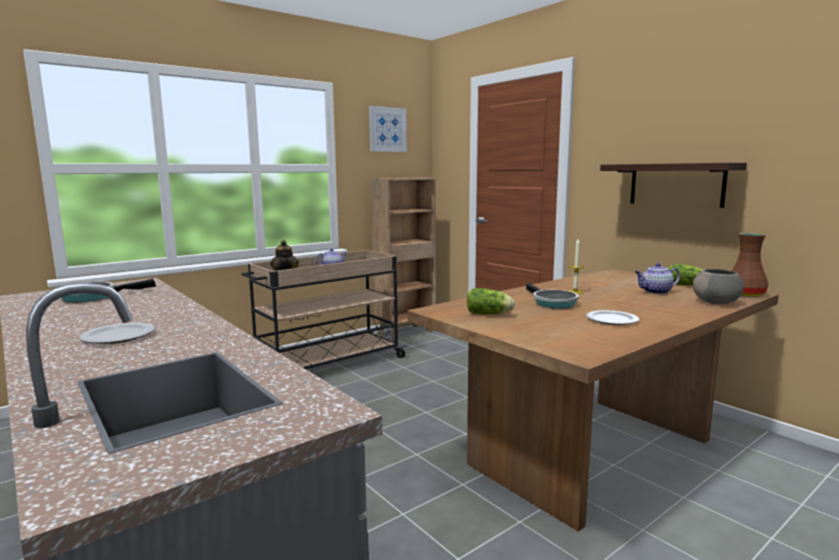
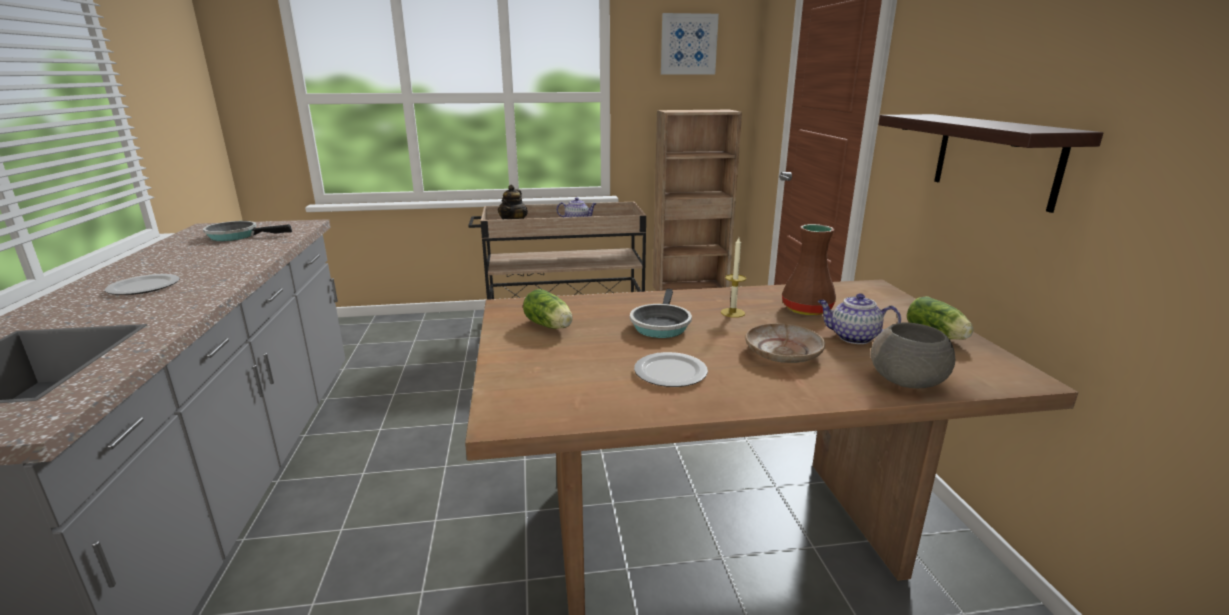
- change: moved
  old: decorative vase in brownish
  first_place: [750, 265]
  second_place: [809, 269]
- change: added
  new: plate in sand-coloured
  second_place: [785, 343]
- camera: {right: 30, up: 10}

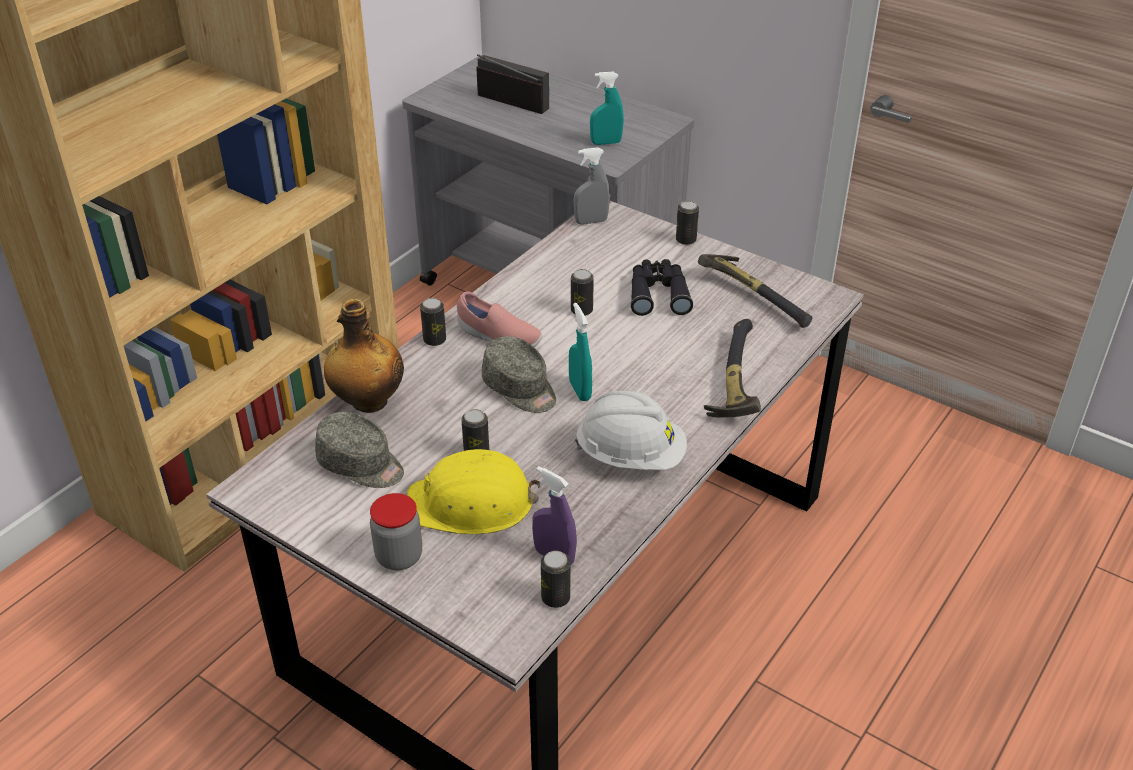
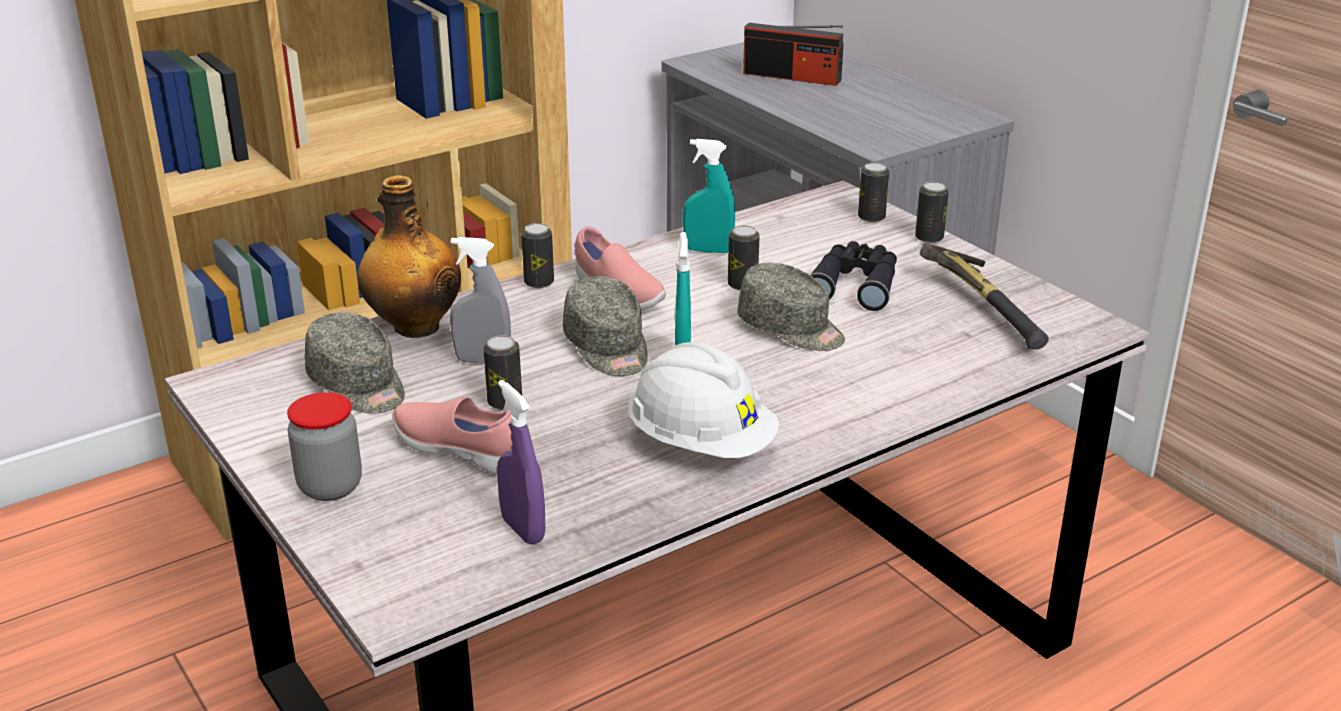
- change: turned
  old: radio set
  first_place: [512, 84]
  second_place: [793, 54]
  degrees: 150
- change: moved
  old: hand sprayer in turquoise
  first_place: [607, 108]
  second_place: [709, 196]
- change: moved
  old: hand sprayer in grey
  first_place: [592, 186]
  second_place: [480, 300]
- change: removed
  old: tool hammer
  first_place: [732, 368]
- change: replaced
  old: safety helmet in yellow
  new: low shoe in pink-coloured
  first_place: [474, 491]
  second_place: [452, 435]
- change: moved
  old: can
  first_place: [555, 579]
  second_place: [873, 192]
- change: added
  new: baseball cap in grey
  second_place: [791, 306]
- camera: {right: 20, up: -10}

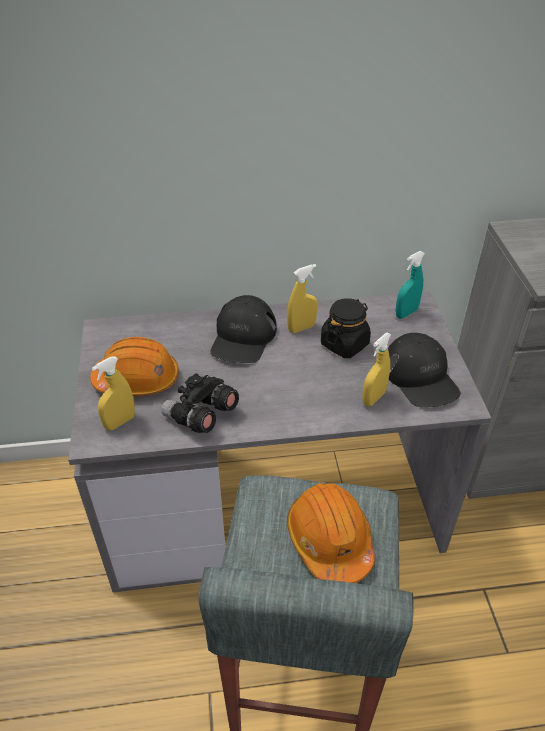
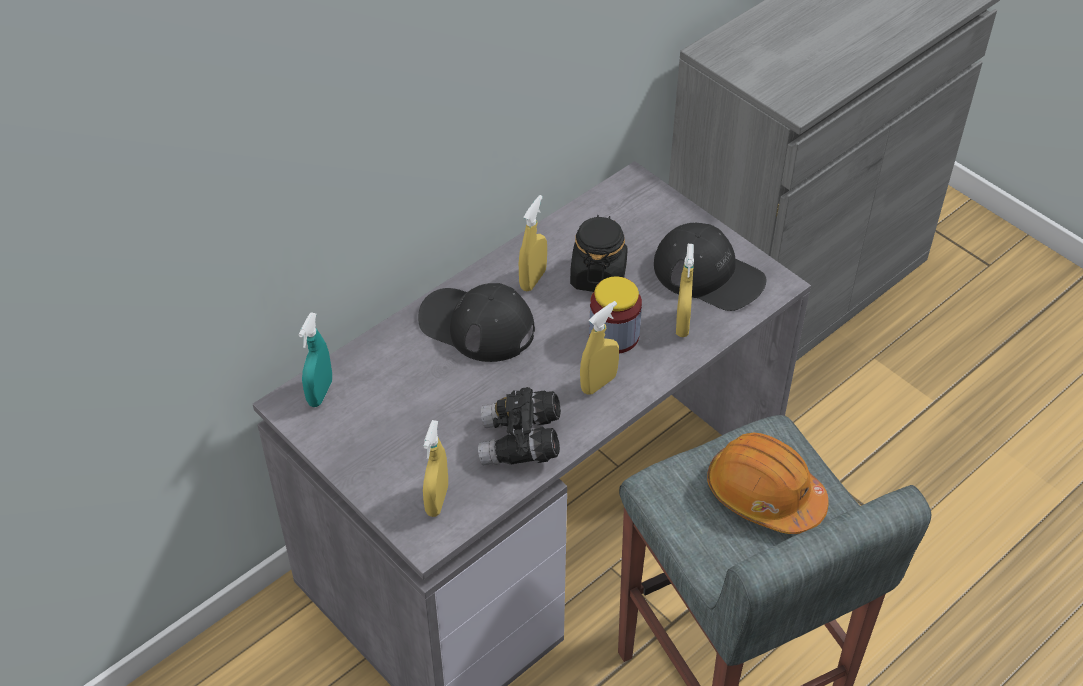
- change: moved
  old: hand sprayer in turquoise
  first_place: [410, 284]
  second_place: [315, 359]
- change: turned
  old: baseball cap in black-coloured
  first_place: [243, 329]
  second_place: [476, 322]
  degrees: 135
- change: removed
  old: safety helmet in orange-coloured
  first_place: [134, 366]
- change: added
  new: preserve jar
  second_place: [615, 315]
- change: added
  new: hand sprayer in yellow
  second_place: [599, 348]
- camera: {right: -35, up: 5}

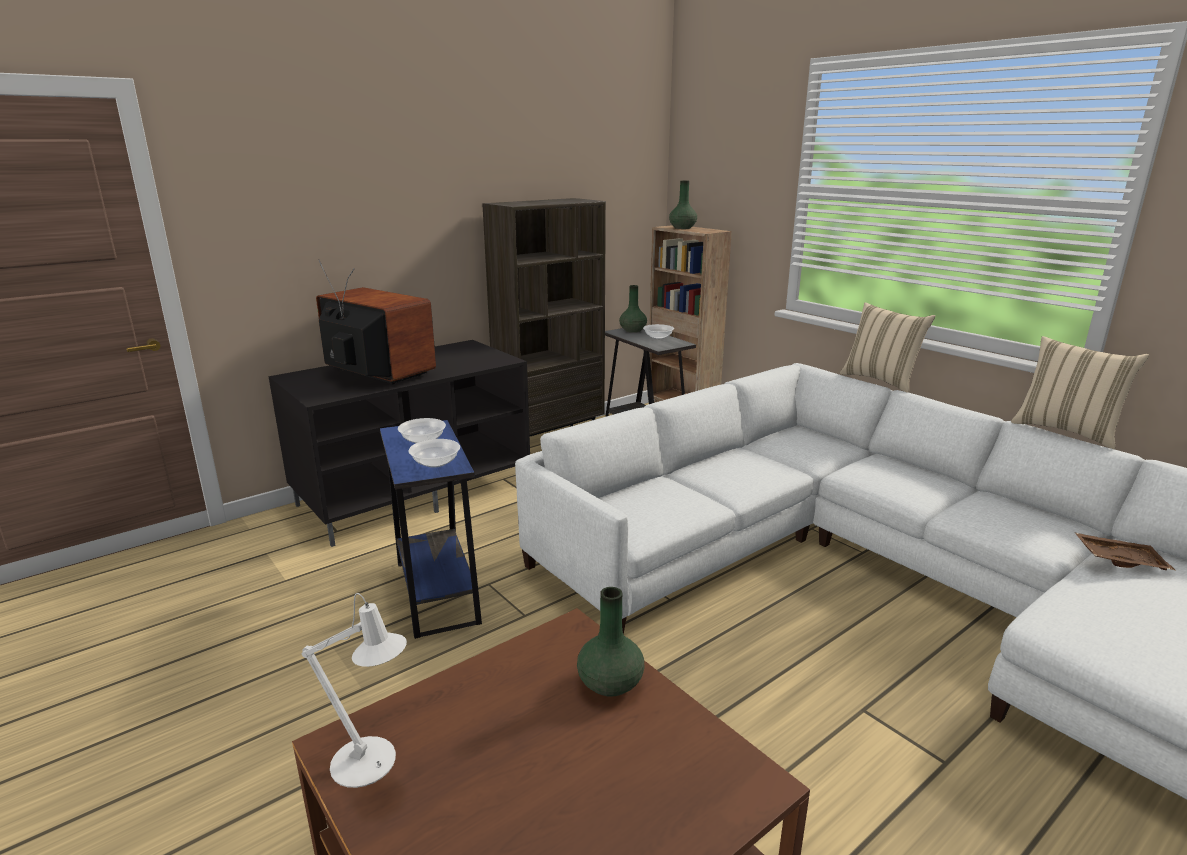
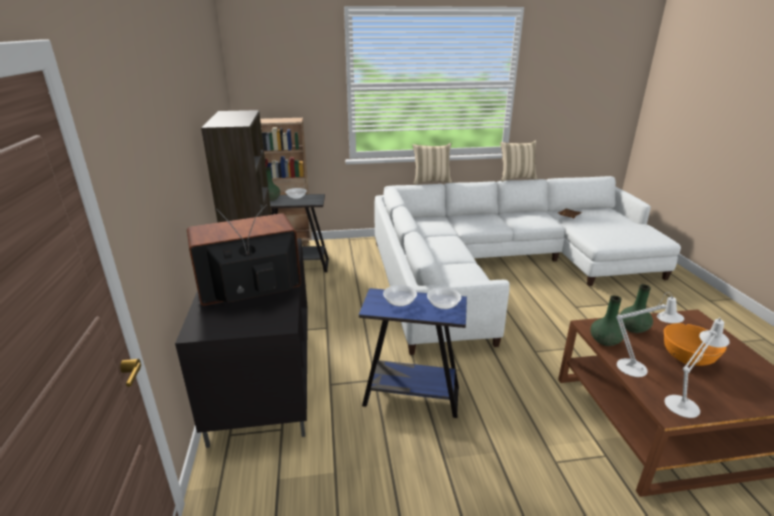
- change: moved
  old: decorative vase in green-coloured
  first_place: [683, 204]
  second_place: [607, 321]
- change: added
  new: table lamp in white
  second_place: [650, 334]
- change: added
  new: bowl in orange-coloured
  second_place: [695, 344]
- camera: {right: -60, up: 5}

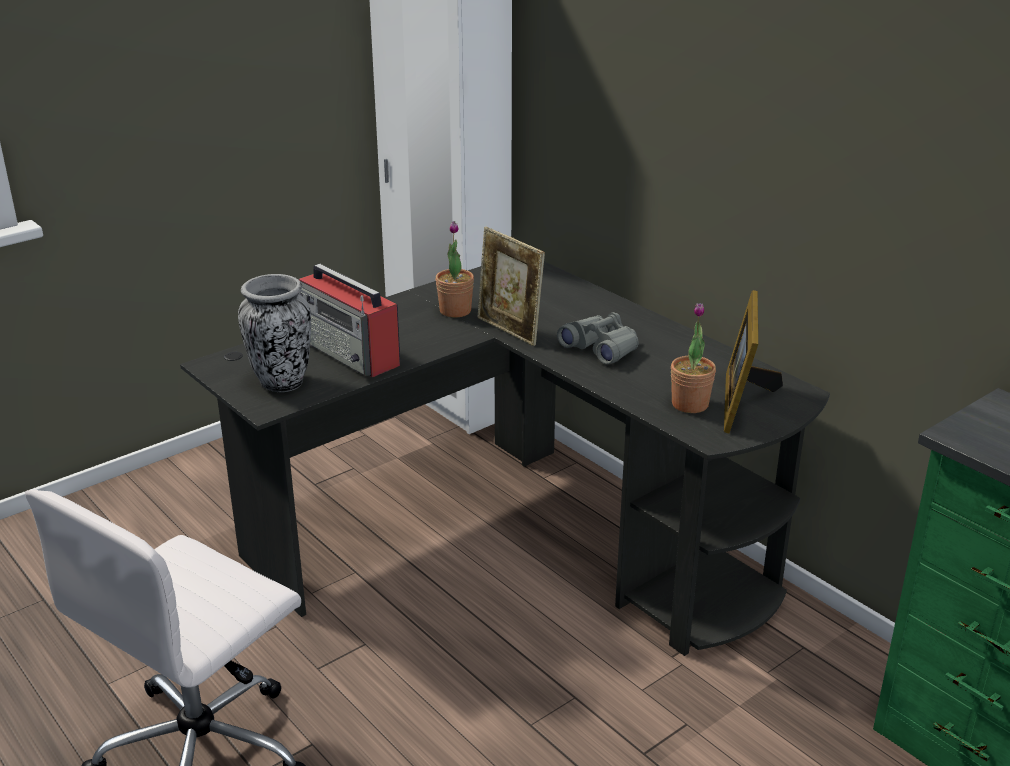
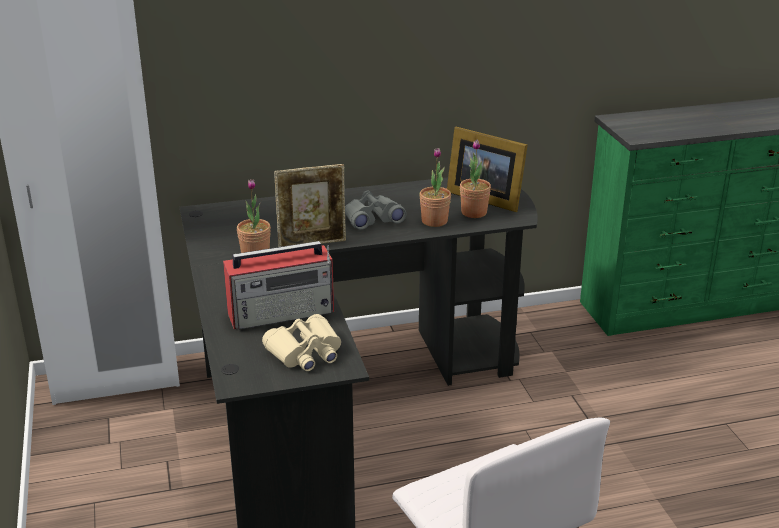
- change: replaced
  old: decorative vase
  new: binoculars in sand-coloured
  first_place: [274, 333]
  second_place: [301, 342]
- change: added
  new: houseplant
  second_place: [435, 187]
- camera: {right: -65, up: 0}

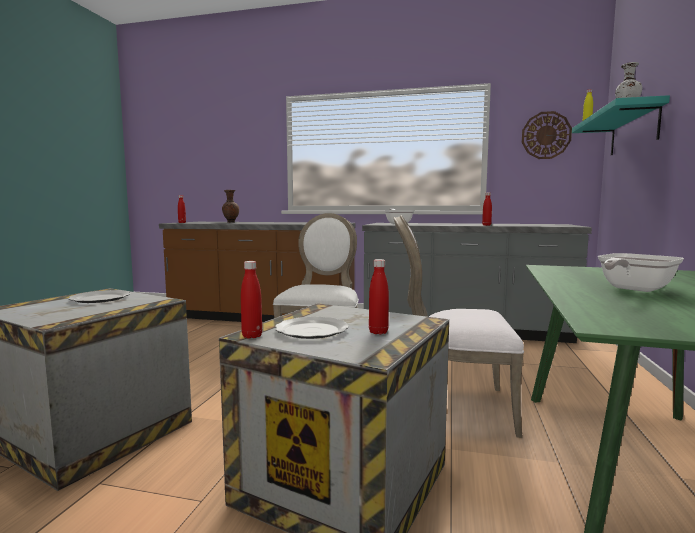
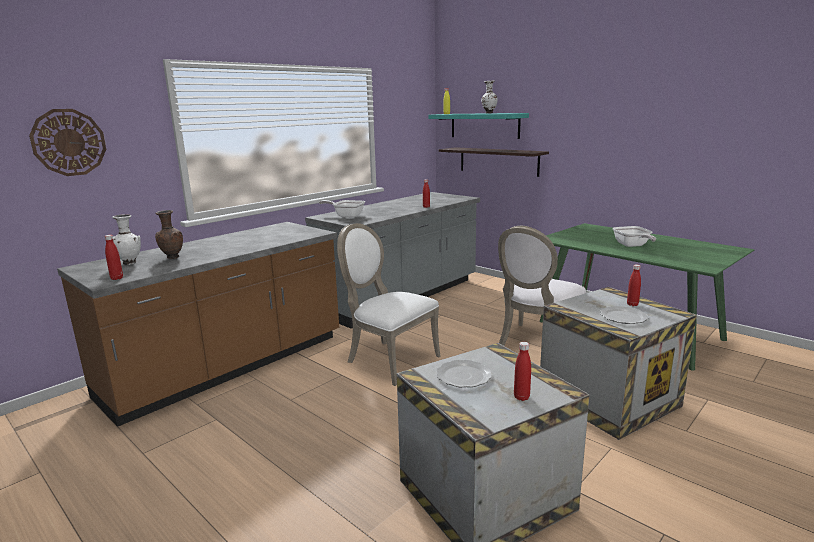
- change: moved
  old: clock on the wall
  first_place: [547, 135]
  second_place: [67, 142]
- change: moved
  old: drink bottle in red
  first_place: [251, 300]
  second_place: [522, 371]
- change: added
  new: bracket shelf
  second_place: [494, 162]
- change: added
  new: decorative vase in white
  second_place: [126, 239]
- camera: {right: -60, up: 10}

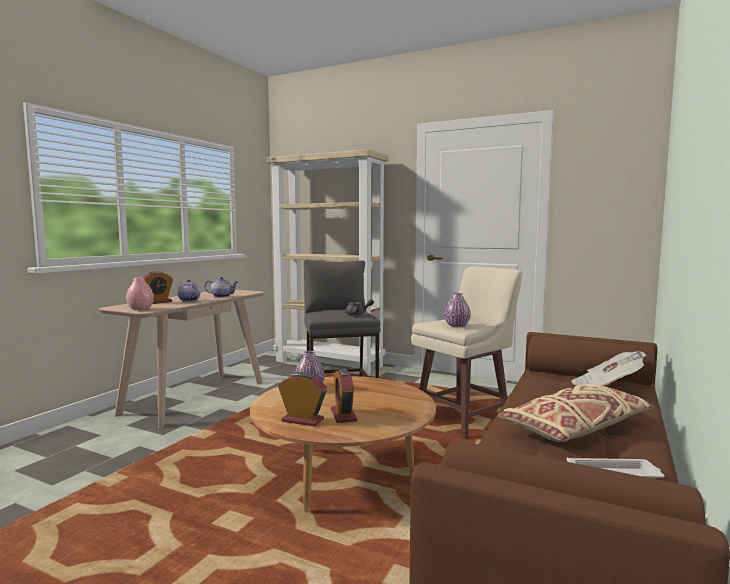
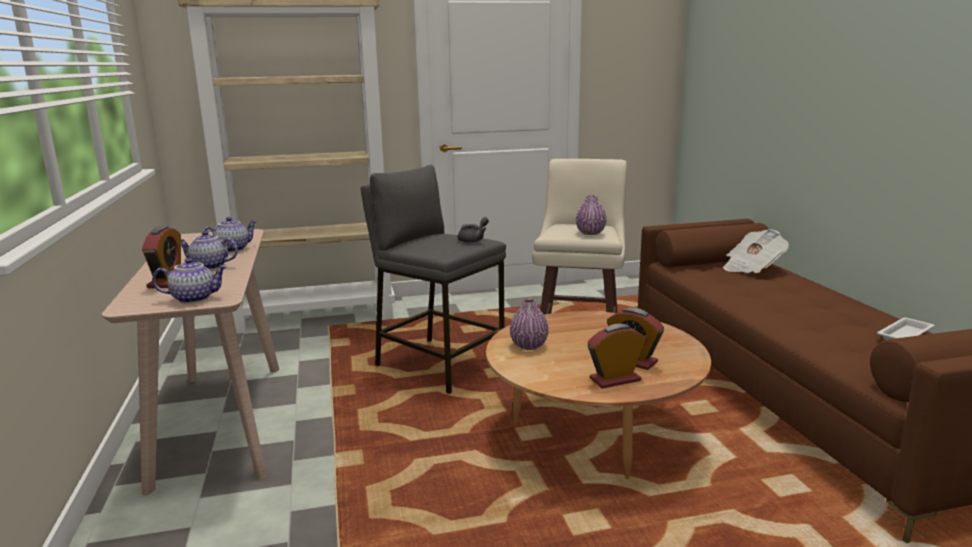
- change: replaced
  old: decorative vase in pink-coloured
  new: pot for tea
  first_place: [140, 293]
  second_place: [190, 280]
- change: removed
  old: pillow in sand-coloured
  first_place: [576, 413]
- camera: {right: -40, up: 10}

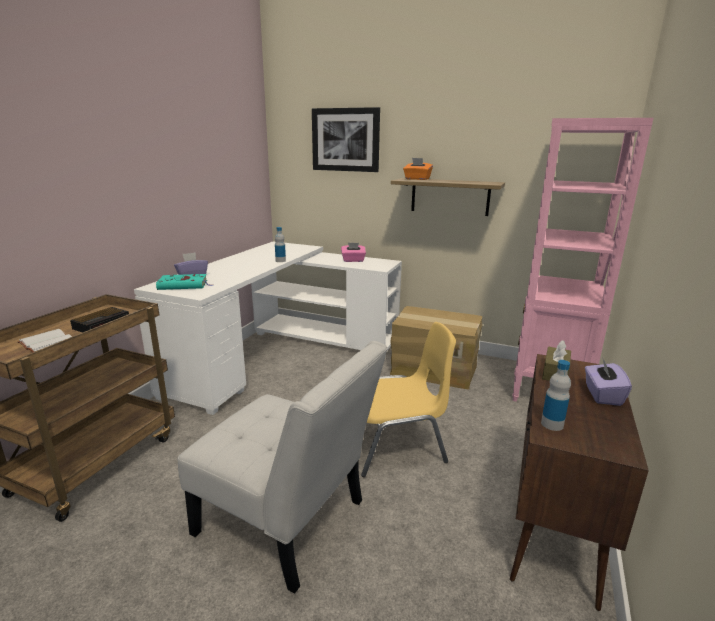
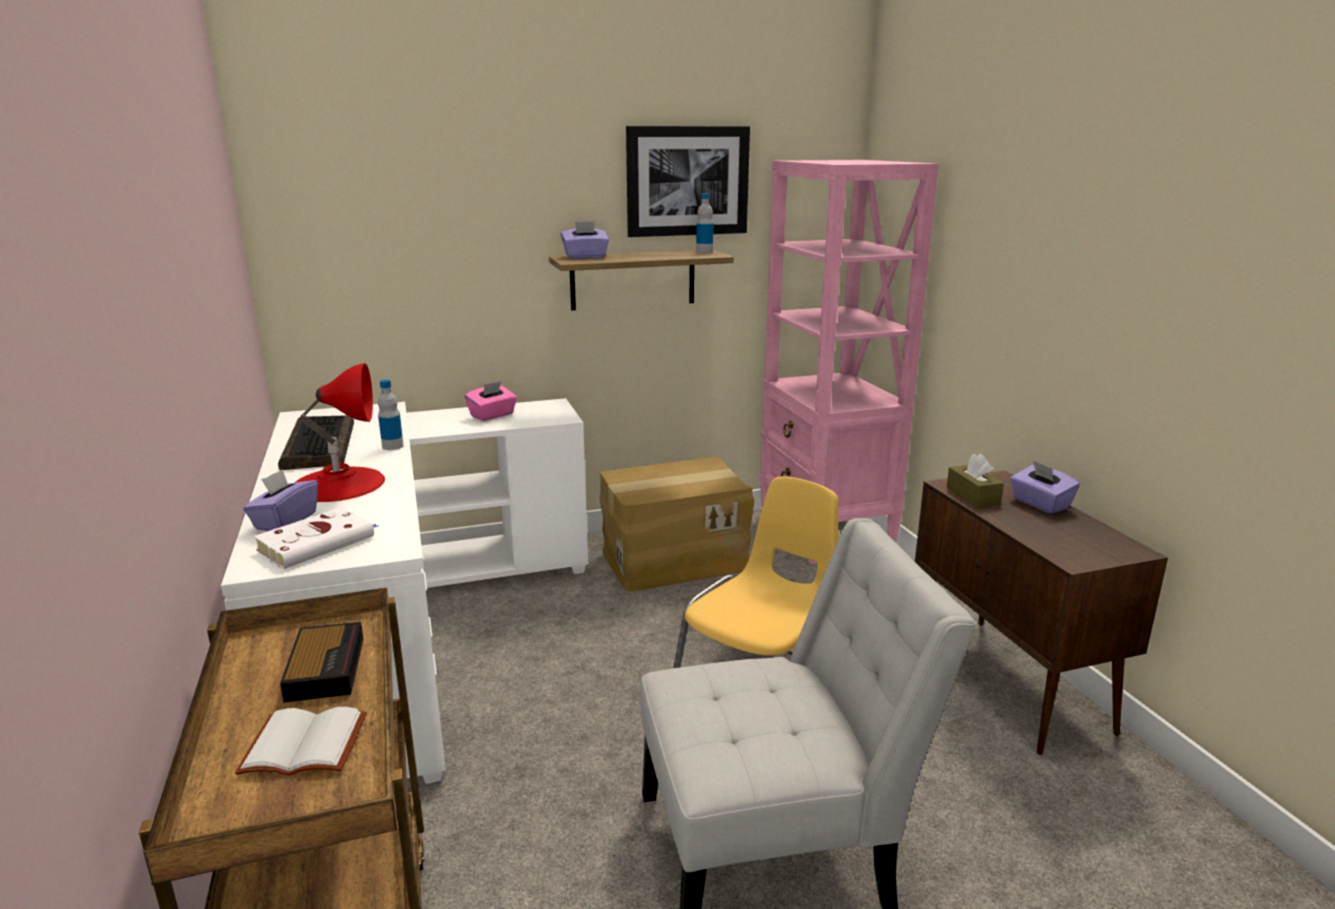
- change: moved
  old: picture
  first_place: [346, 139]
  second_place: [688, 181]
- change: recoloured
  old: tissue box in orange-coloured
  new: tissue box in purplish
  first_place: [418, 169]
  second_place: [585, 239]
- change: recoloured
  old: book in turquoise
  new: book in white
  first_place: [184, 282]
  second_place: [315, 538]
- change: moved
  old: drink bottle
  first_place: [556, 395]
  second_place: [705, 223]
- change: added
  new: table lamp in red
  second_place: [340, 432]
- change: added
  new: keyboard
  second_place: [316, 442]
- camera: {right: -40, up: 0}

